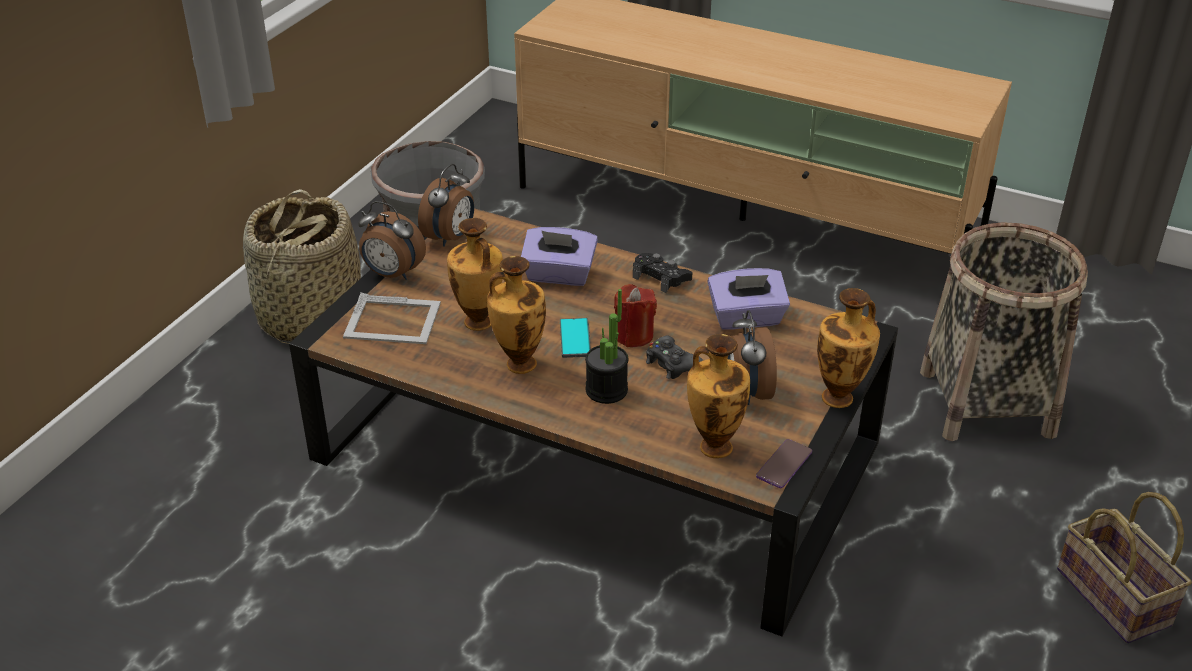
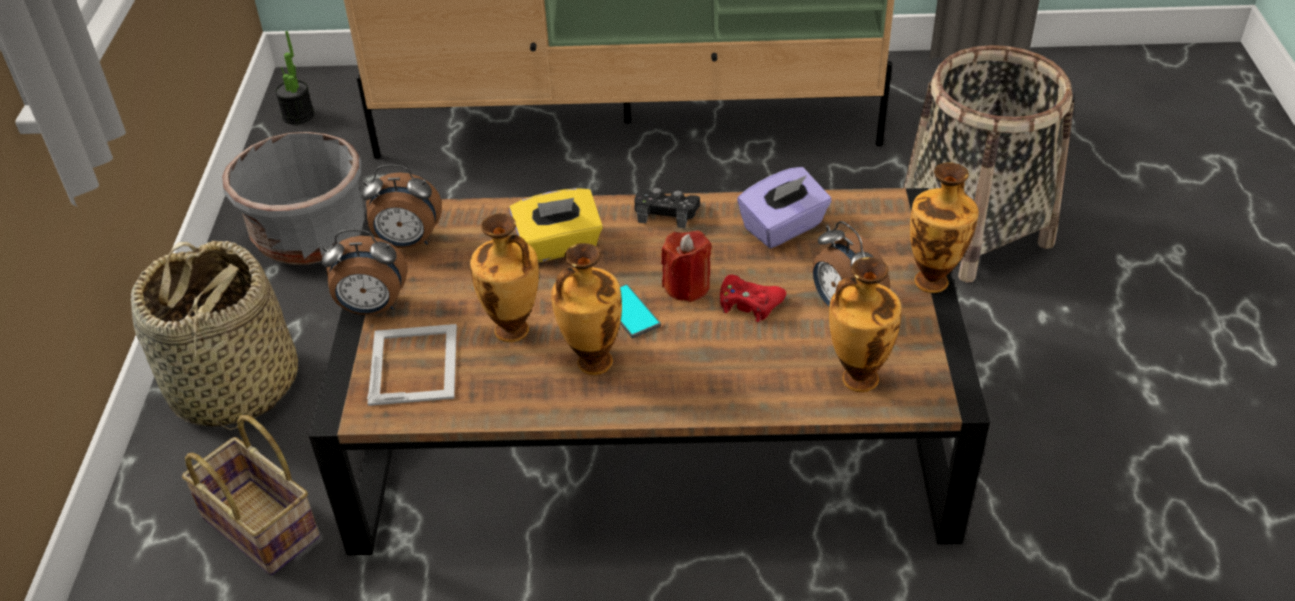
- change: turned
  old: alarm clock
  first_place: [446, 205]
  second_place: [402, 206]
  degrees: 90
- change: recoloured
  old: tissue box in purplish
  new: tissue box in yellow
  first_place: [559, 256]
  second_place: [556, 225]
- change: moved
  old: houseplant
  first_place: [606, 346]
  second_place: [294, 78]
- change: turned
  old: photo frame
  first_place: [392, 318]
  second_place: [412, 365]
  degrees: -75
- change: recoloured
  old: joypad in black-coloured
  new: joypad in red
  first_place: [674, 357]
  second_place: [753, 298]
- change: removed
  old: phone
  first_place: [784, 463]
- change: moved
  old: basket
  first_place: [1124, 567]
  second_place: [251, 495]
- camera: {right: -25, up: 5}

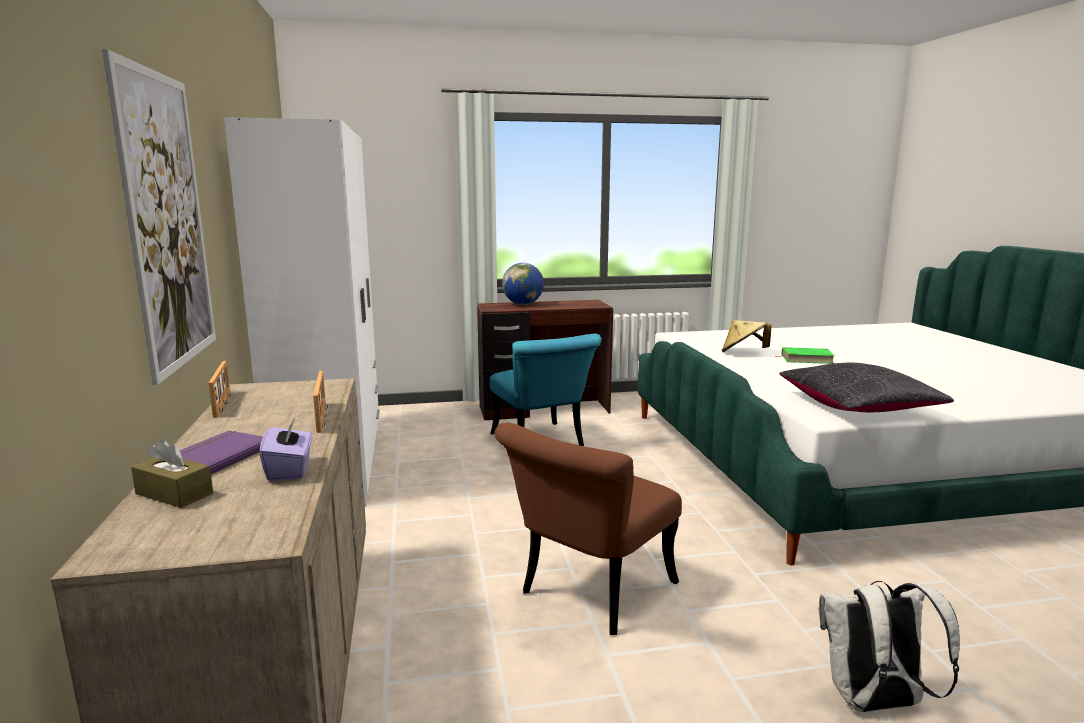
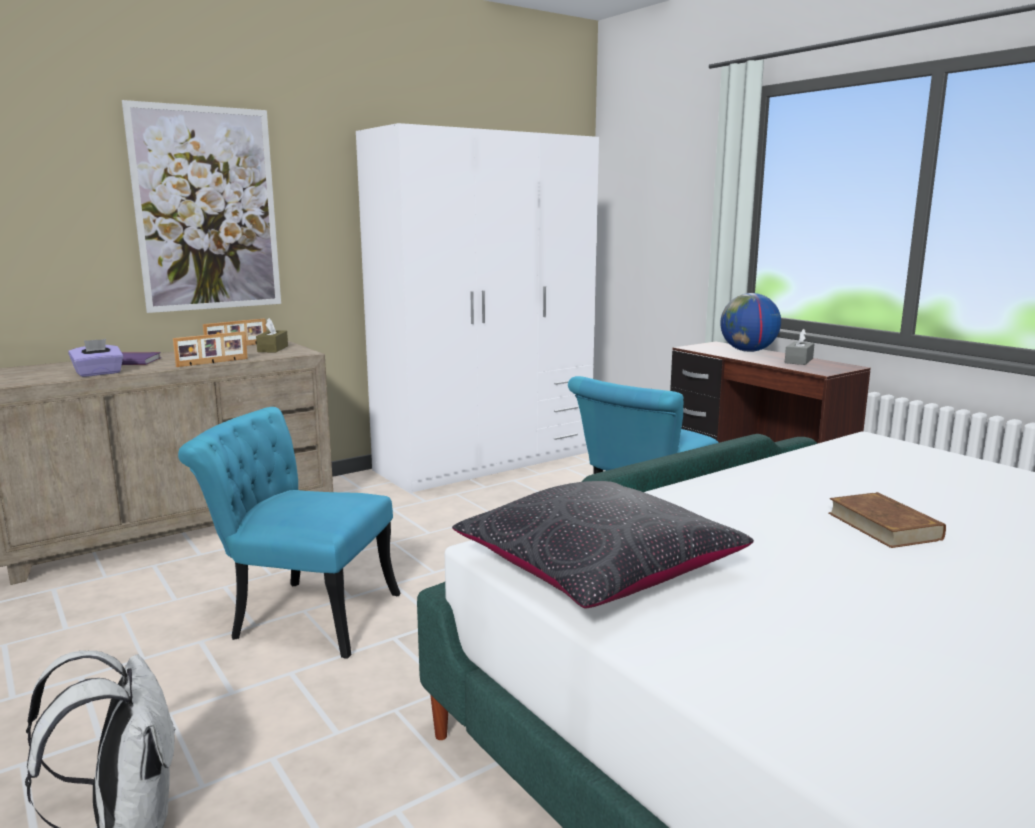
- change: removed
  old: hat in sand-coloured
  first_place: [746, 336]
- change: recoloured
  old: book in green-coloured
  new: book in brownish
  first_place: [805, 355]
  second_place: [887, 520]
- change: recoloured
  old: upright chair in brownish
  new: upright chair in turquoise
  first_place: [588, 528]
  second_place: [289, 532]
- change: moved
  old: tissue box in brownish
  first_place: [172, 473]
  second_place: [272, 335]
- change: added
  new: tissue box in grey
  second_place: [800, 347]
- camera: {right: 65, up: 0}

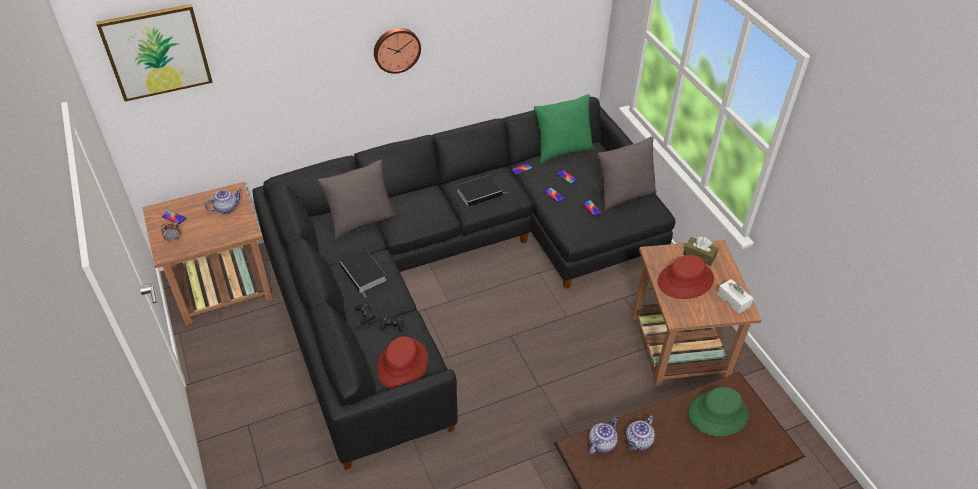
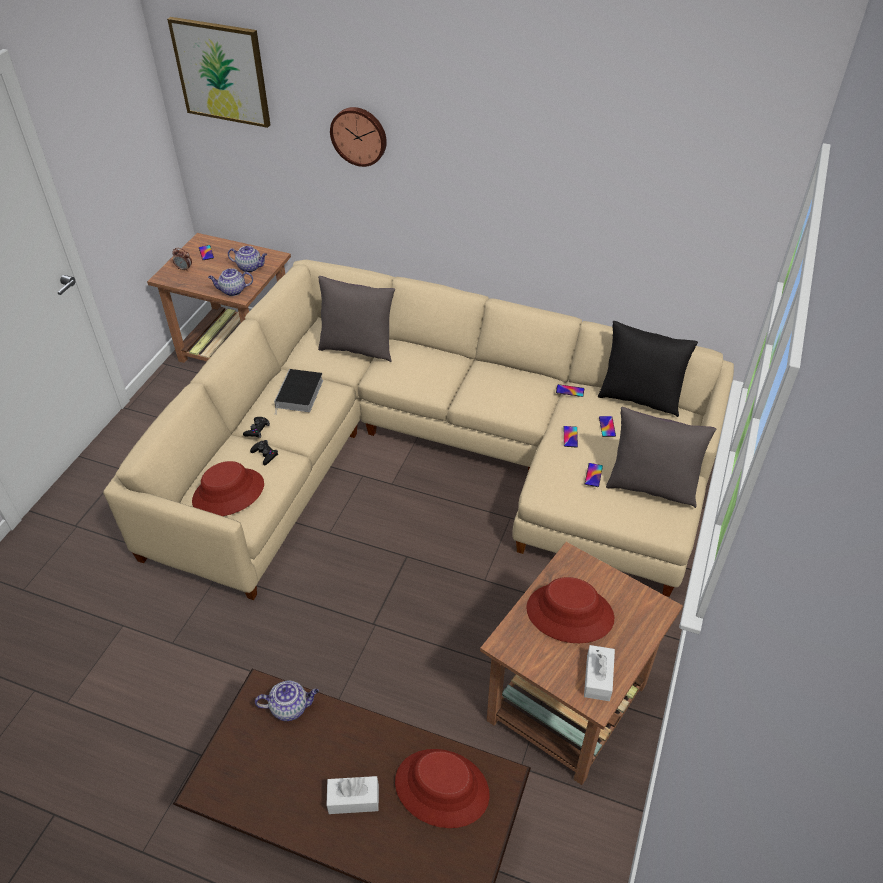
- change: moved
  old: clock on the wall
  first_place: [397, 51]
  second_place: [358, 137]
- change: recoloured
  old: pillow in green-coloured
  new: pillow in black-coloured
  first_place: [564, 129]
  second_place: [648, 369]
- change: recoloured
  old: settee in black-coloured
  new: settee in sand-coloured
  first_place: [464, 283]
  second_place: [418, 430]
- change: removed
  old: book
  first_place: [479, 191]
- change: removed
  old: tissue box in brownish
  first_place: [701, 251]
- change: recoloured
  old: hat in green-coloured
  new: hat in red
  first_place: [718, 412]
  second_place: [442, 788]
- change: moved
  old: pot for tea
  first_place: [640, 432]
  second_place: [230, 282]
- change: added
  new: tissue box in white
  second_place: [353, 795]
- camera: {right: 45, up: 0}

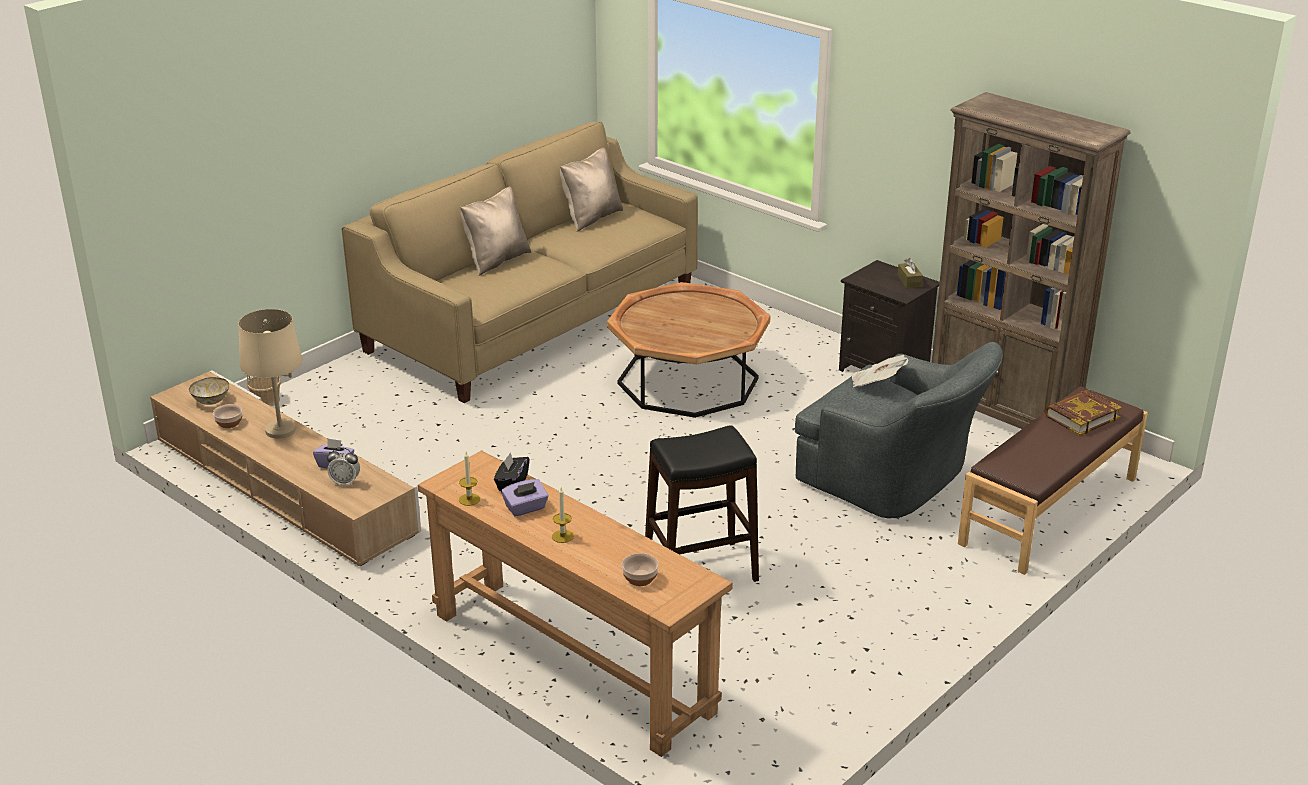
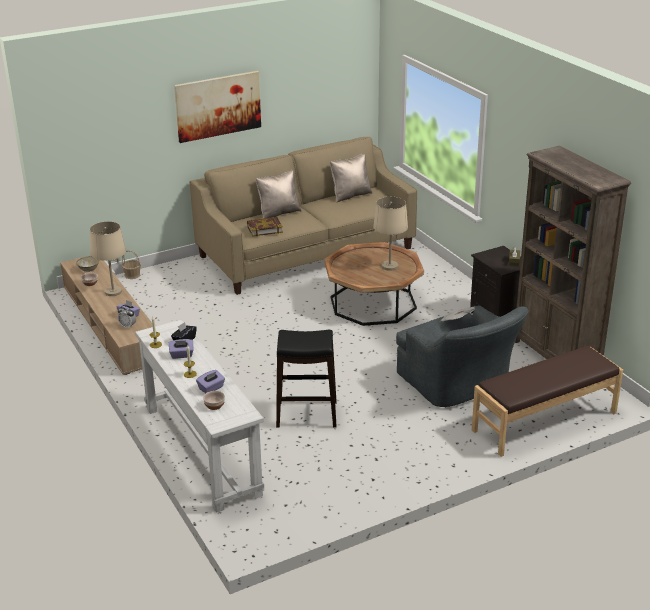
- change: moved
  old: book
  first_place: [1083, 413]
  second_place: [265, 227]
- change: recoloured
  old: narrow table in brownish
  new: narrow table in white
  first_place: [575, 603]
  second_place: [199, 416]
- change: added
  new: picture
  second_place: [217, 107]
- change: added
  new: table lamp in sand-coloured
  second_place: [390, 234]
- change: added
  new: tissue box in purplish
  second_place: [210, 381]
- camera: {right: 20, up: 0}

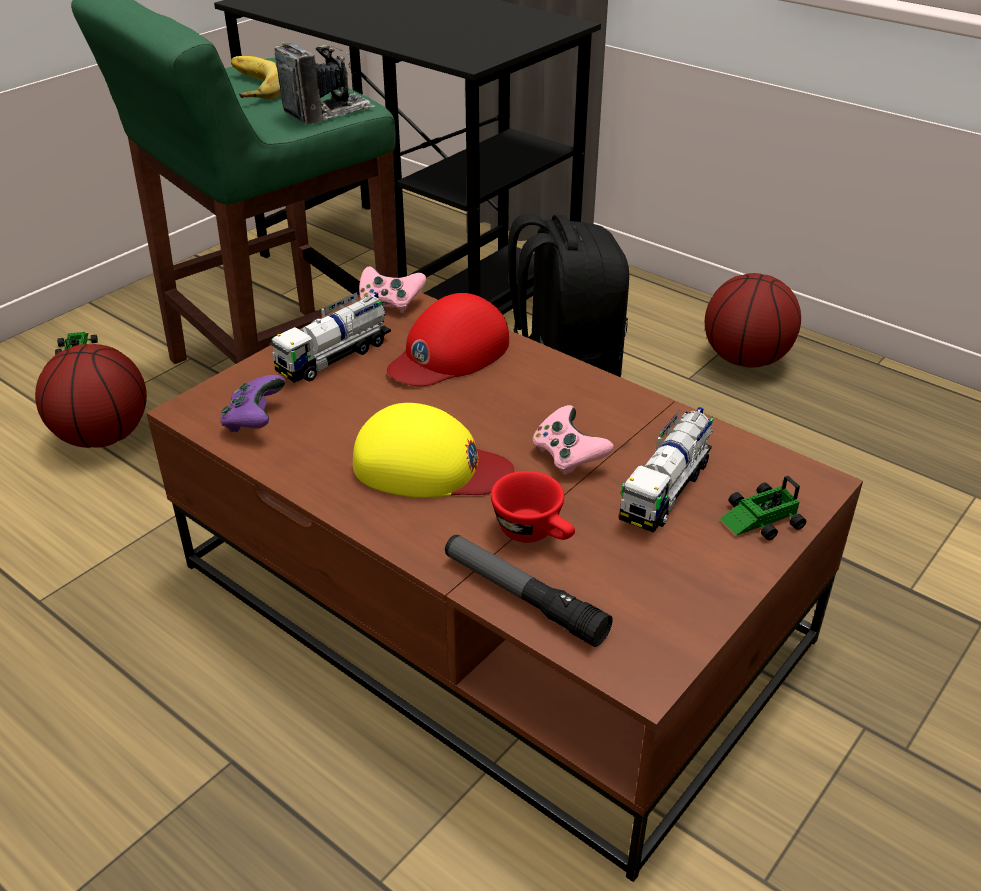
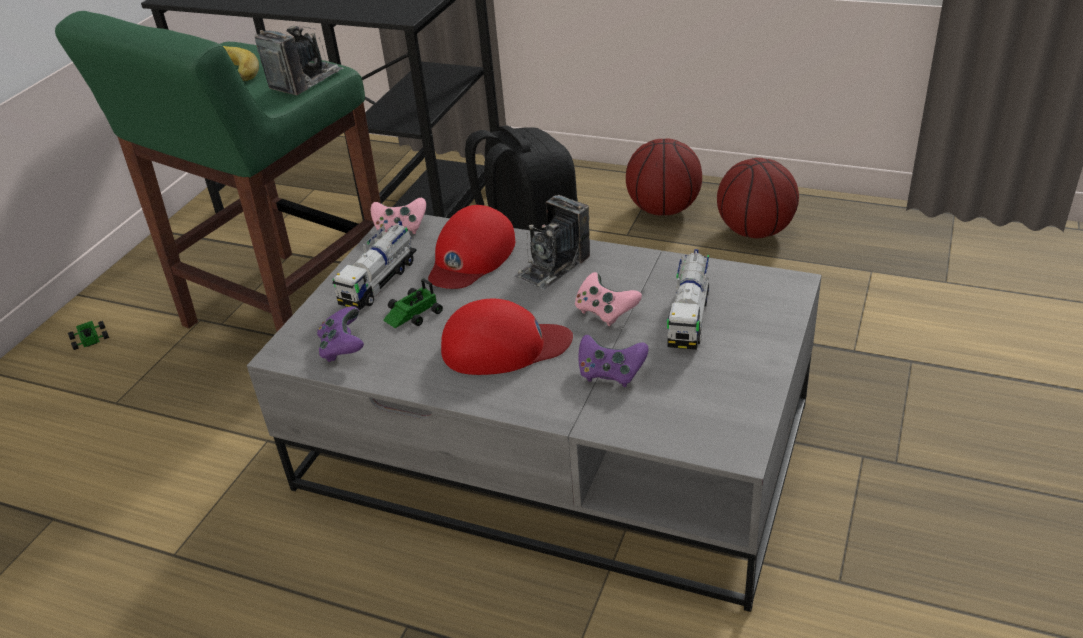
- change: recoloured
  old: lounge table in brownish
  new: lounge table in grey
  first_place: [504, 587]
  second_place: [534, 413]
- change: moved
  old: basketball
  first_place: [91, 396]
  second_place: [758, 198]
- change: recoloured
  old: baseball cap in yellow
  new: baseball cap in red
  first_place: [433, 450]
  second_place: [507, 337]
- change: replaced
  old: small cup in red
  new: joypad in purplish
  first_place: [533, 507]
  second_place: [613, 361]
- change: moved
  old: model car
  first_place: [763, 508]
  second_place: [413, 303]
- change: removed
  old: torch
  first_place: [529, 591]
- change: added
  new: still camera
  second_place: [552, 242]
- camera: {right: -15, up: 0}

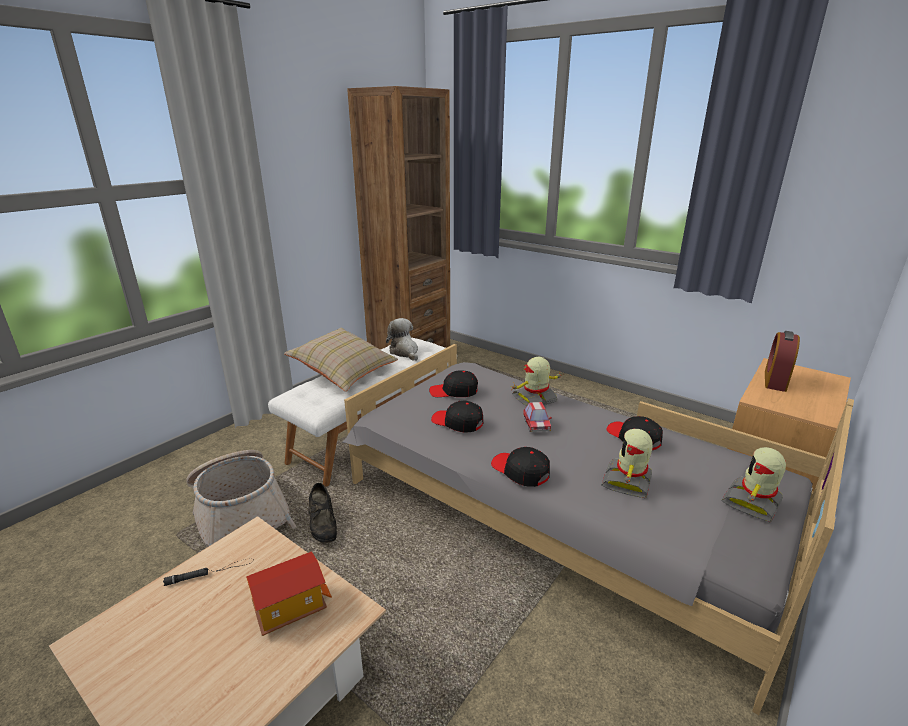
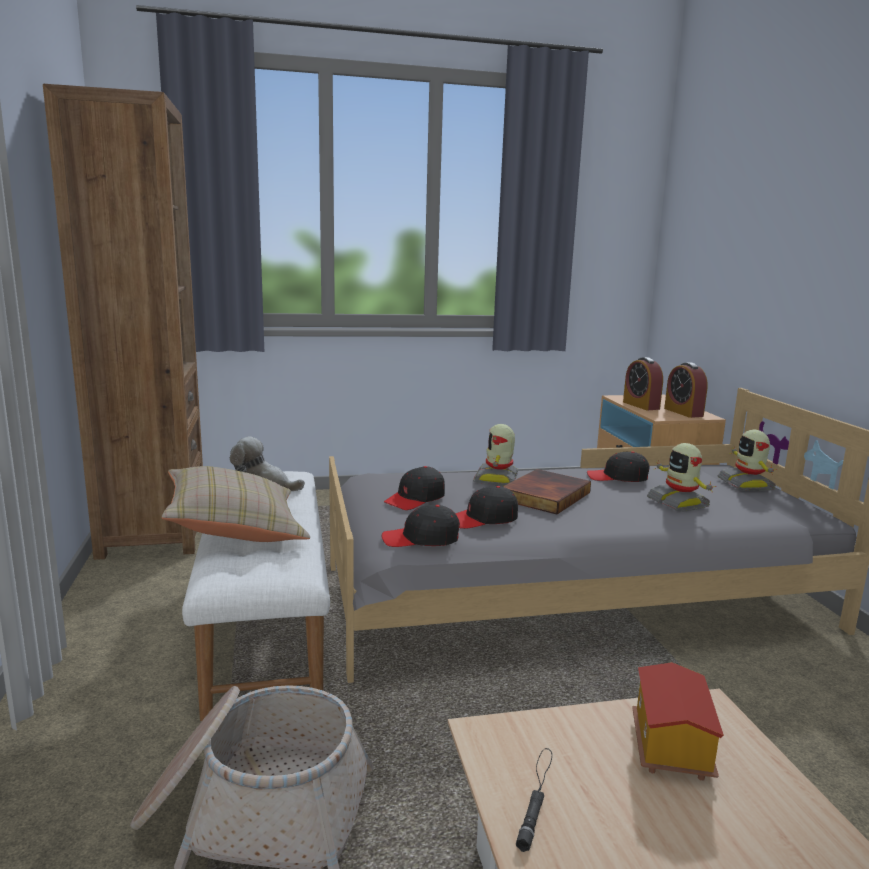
- change: replaced
  old: model car
  new: book
  first_place: [537, 417]
  second_place: [547, 491]
- change: moved
  old: baseball cap in black-coloured
  first_place: [520, 467]
  second_place: [421, 526]
- change: removed
  old: low shoe in black-coloured
  first_place: [323, 513]
- change: added
  new: alarm clock
  second_place: [686, 390]
- camera: {right: -50, up: -10}

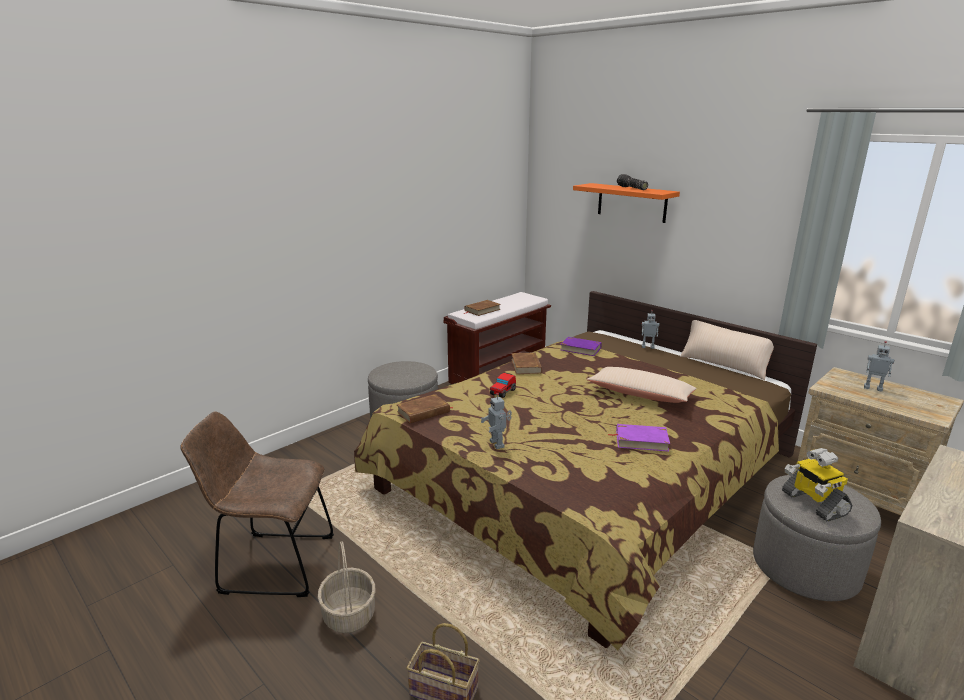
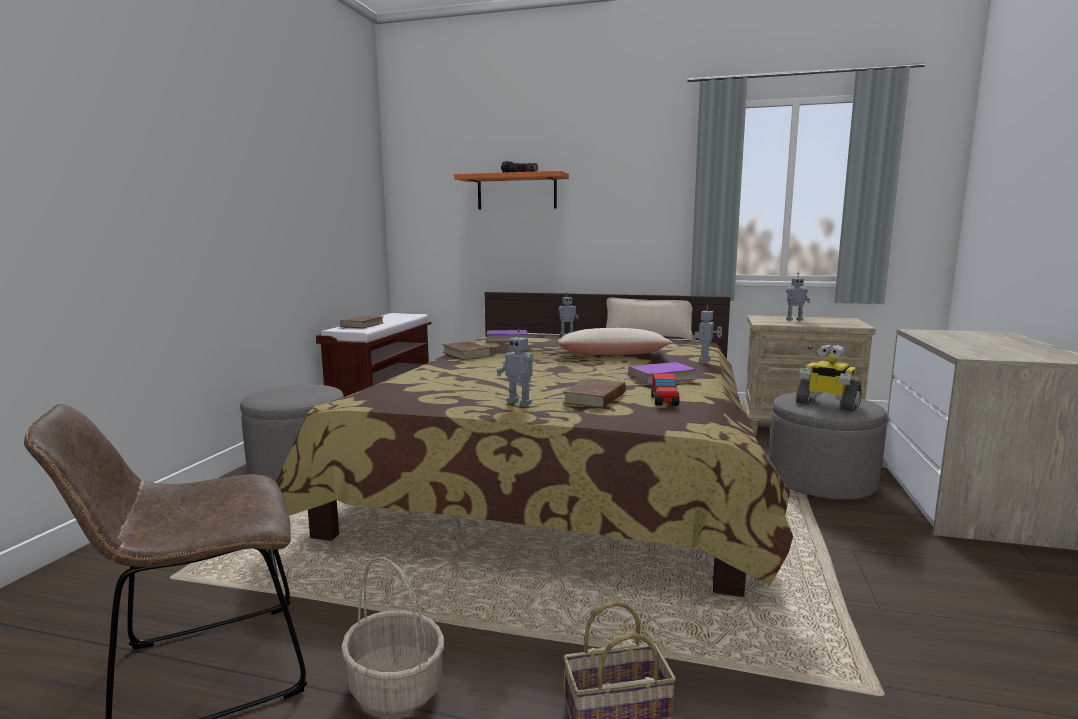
- change: moved
  old: model car
  first_place: [503, 385]
  second_place: [665, 389]
- change: moved
  old: book in brownish
  first_place: [425, 408]
  second_place: [594, 393]
- change: added
  new: model robot
  second_place: [706, 333]
- camera: {right: -30, up: -10}

